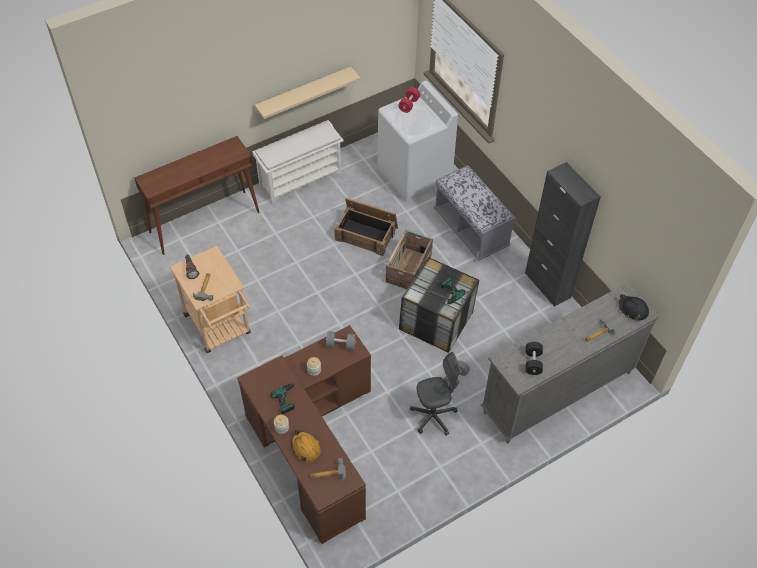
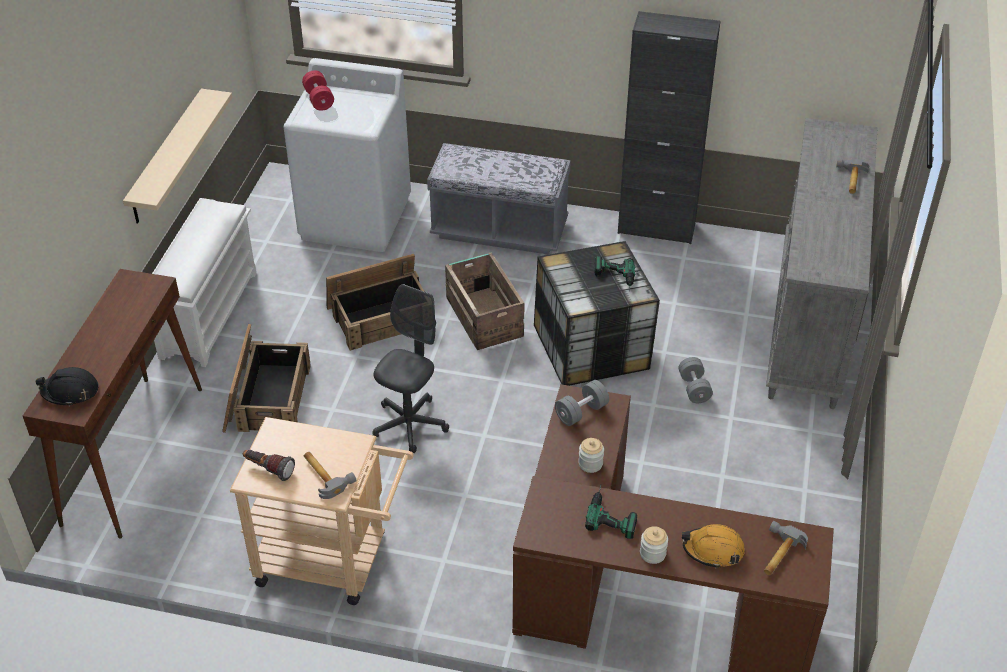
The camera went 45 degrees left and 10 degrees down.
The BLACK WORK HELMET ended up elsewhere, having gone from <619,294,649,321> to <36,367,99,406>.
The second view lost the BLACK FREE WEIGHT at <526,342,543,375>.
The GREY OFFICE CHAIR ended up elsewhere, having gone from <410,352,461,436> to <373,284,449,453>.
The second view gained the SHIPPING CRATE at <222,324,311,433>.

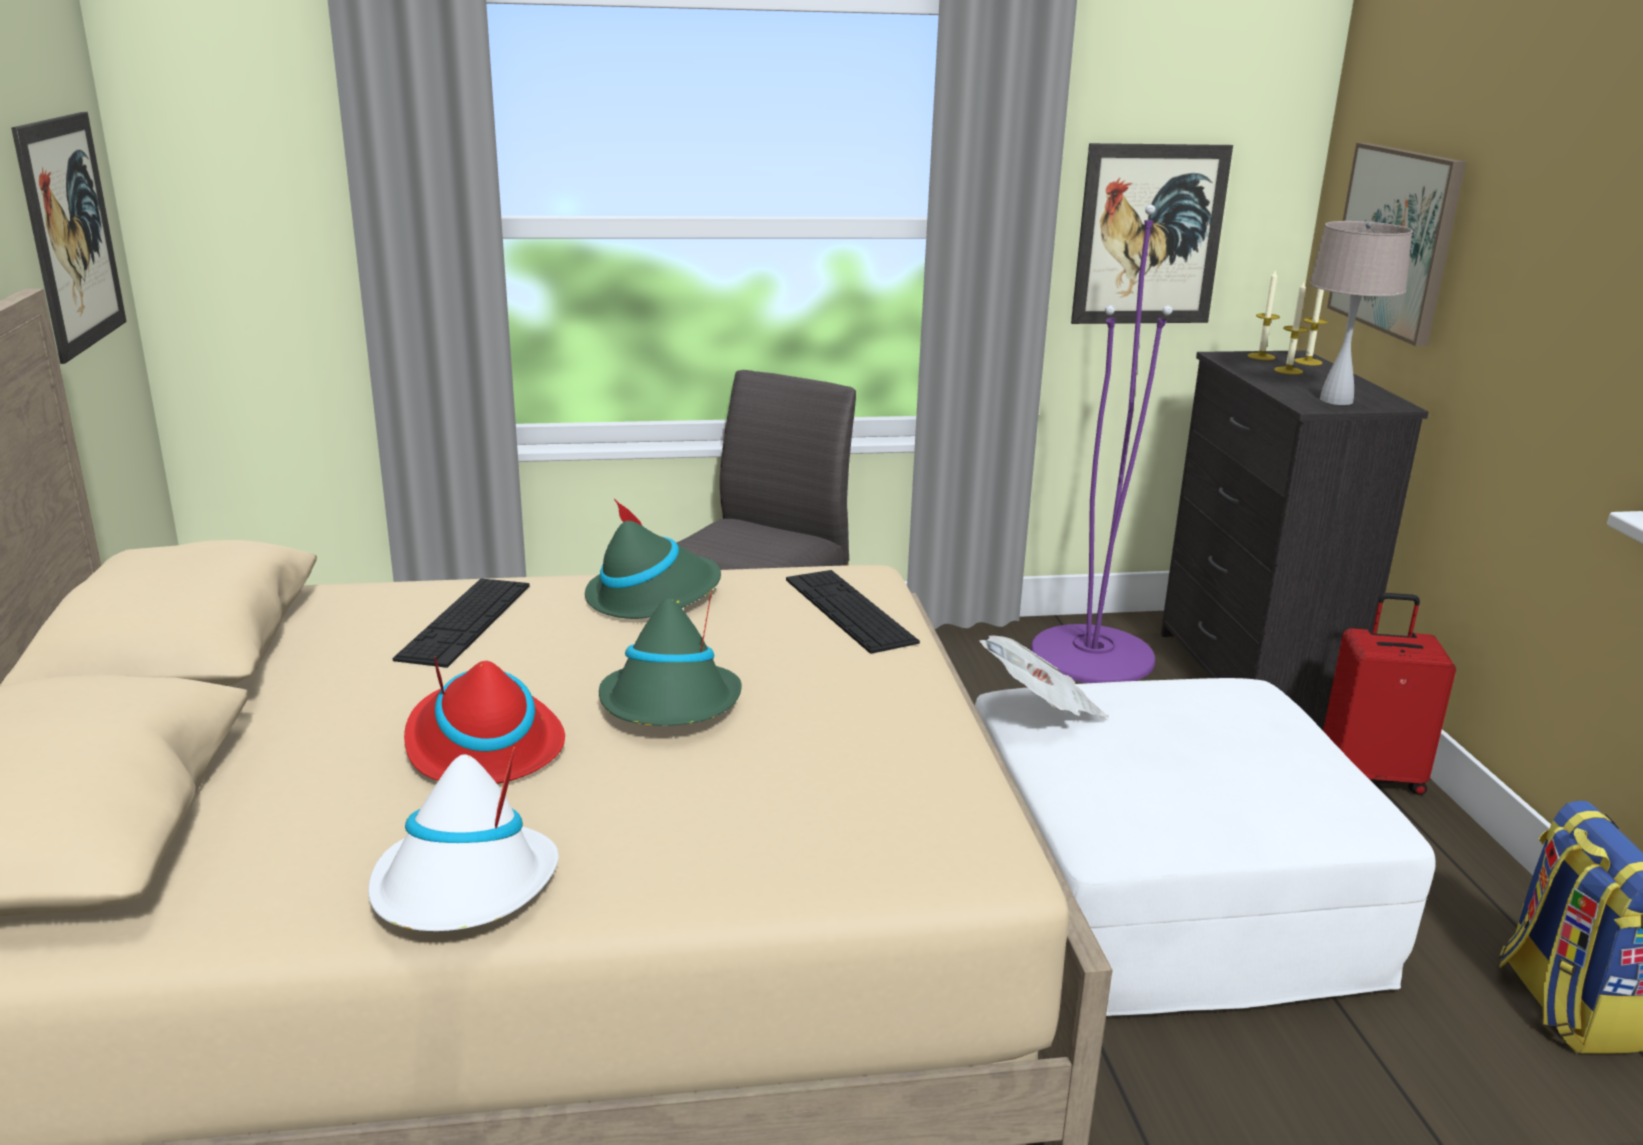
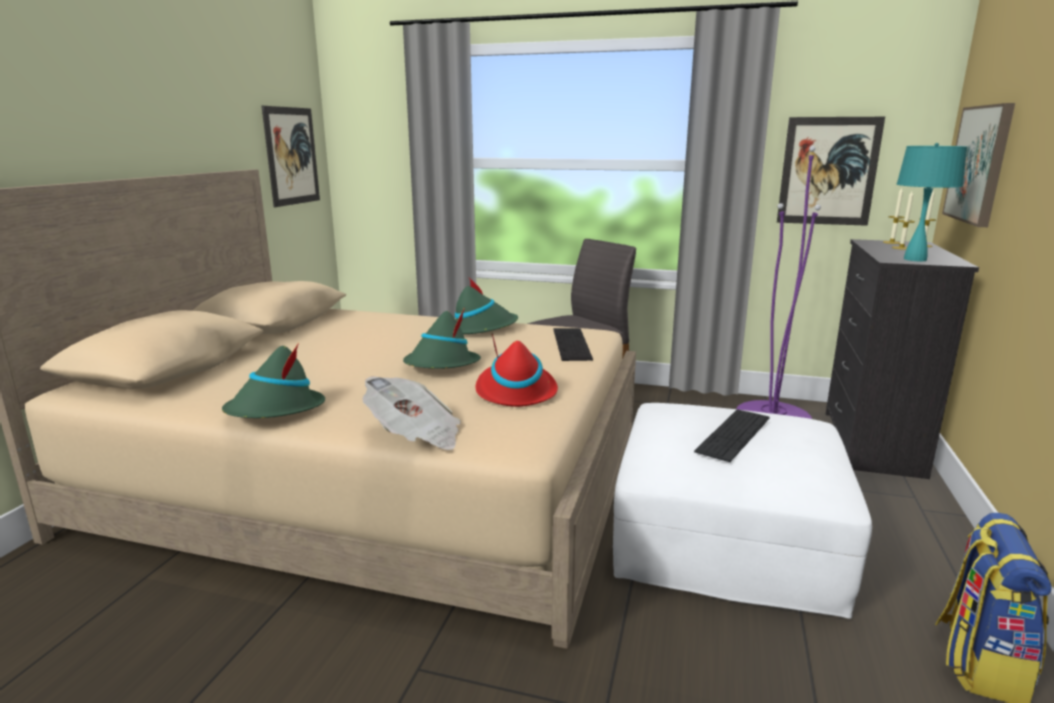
The camera went 25 degrees right and 5 degrees down.
What was the BEIGE TABLETOP LAMP at <1310,221,1413,405> turned into the BLUE-GREEN TABLETOP LAMP at <897,143,968,261>.
The KEYBOARD ended up elsewhere, having gone from <392,579,530,668> to <694,409,769,462>.
The second view lost the RED-COLOURED TRAVEL CASE at <1323,593,1456,795>.
The DAILY PAPER ended up elsewhere, having gone from <979,636,1109,718> to <362,376,461,450>.
The RED-COLOURED HAT ended up elsewhere, having gone from <404,656,565,784> to <476,334,558,407>.
What was the WHITE HAT at <368,747,559,931> turned into the GREEN HAT at <222,343,325,418>.

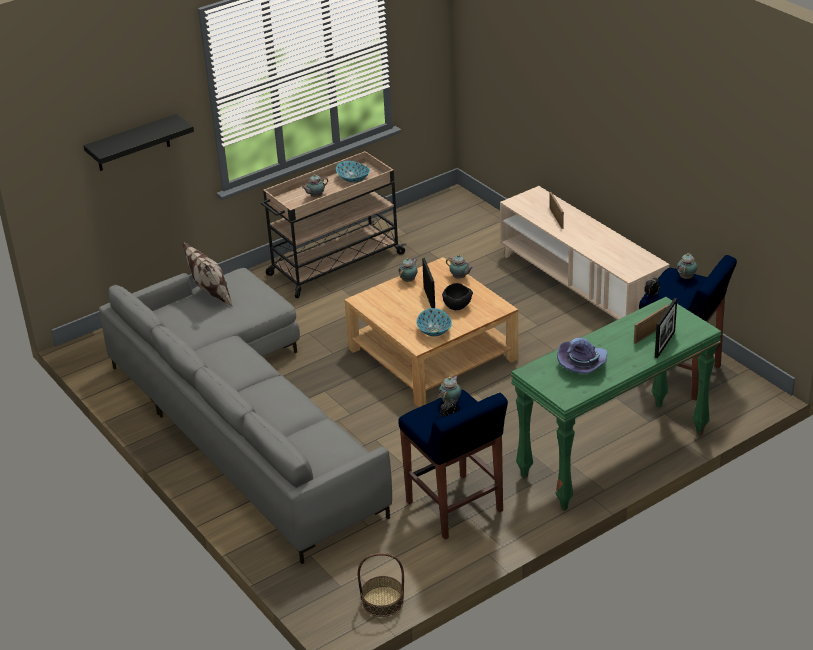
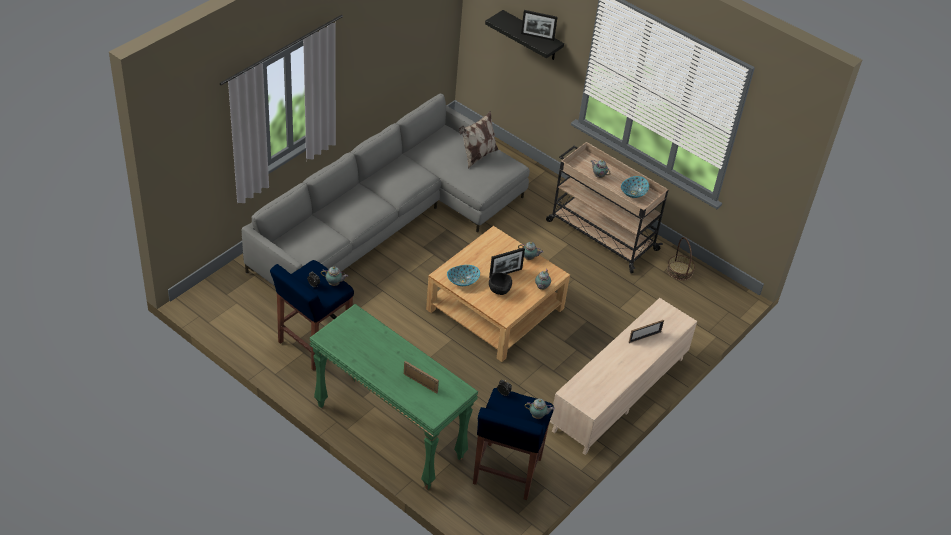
The camera went 70 degrees right and 10 degrees up.
The PICTURE FRAME ended up elsewhere, having gone from <655,298,677,358> to <521,10,558,41>.
The second view lost the PURPLE-COLOURED HAT at <557,338,607,374>.
The HOUSEHOLD BASKET ended up elsewhere, having gone from <357,553,404,617> to <667,237,695,281>.

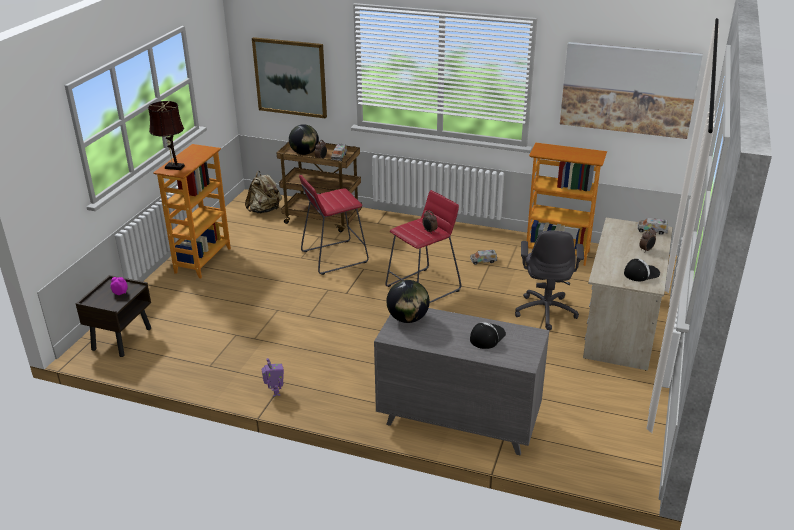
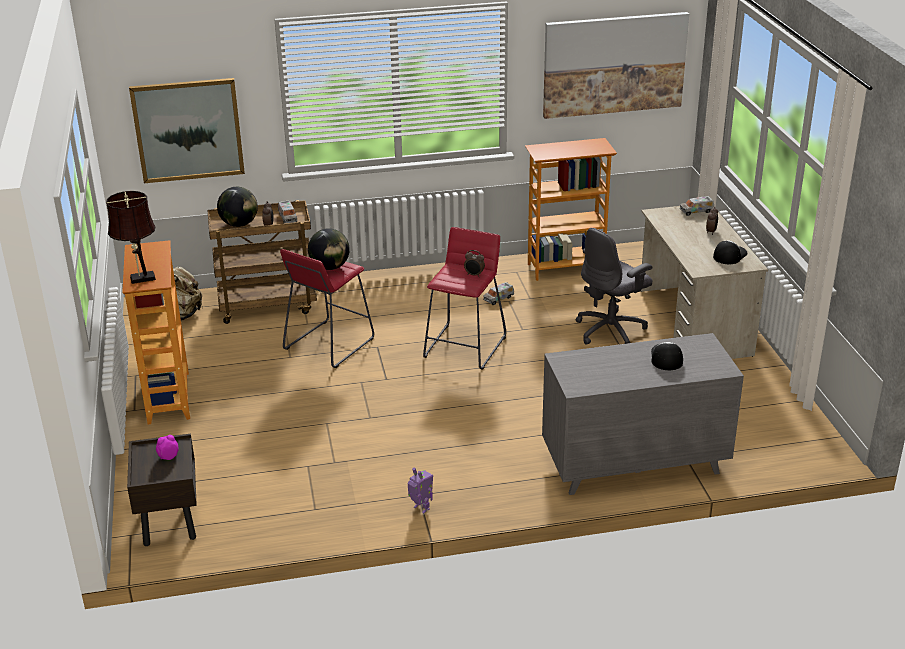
The camera went 30 degrees left and 0 degrees up.
The GREY OFFICE CHAIR at <515,231,584,331> ended up facing another way, 75 degrees clockwise from before.
The DESK GLOBE ended up elsewhere, having gone from <386,280,430,323> to <308,228,350,270>.

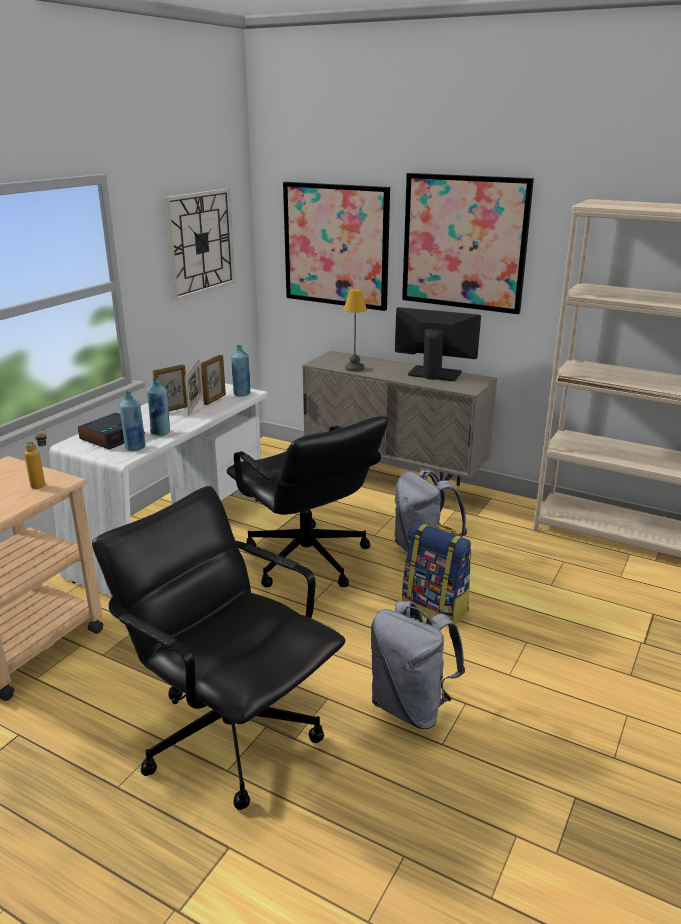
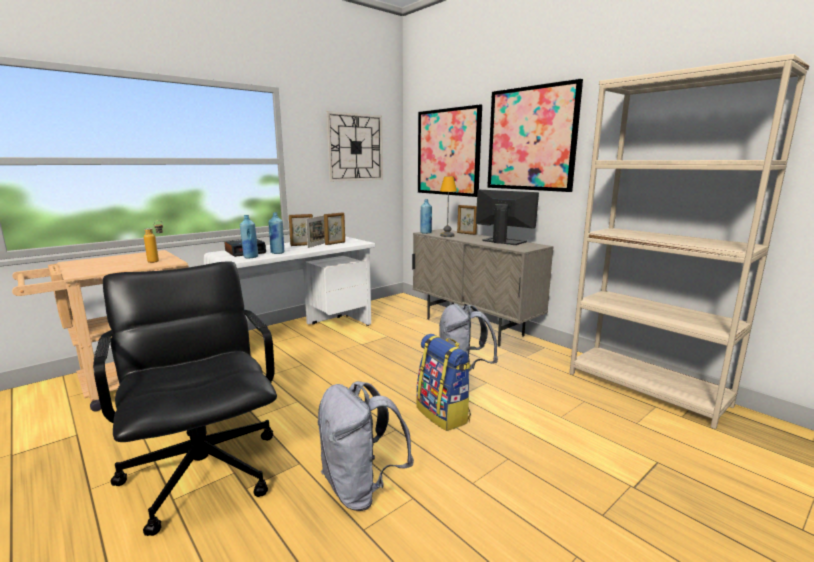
The camera went 20 degrees right and 10 degrees down.
The BLUE DRINK BOTTLE ended up elsewhere, having gone from <231,345,251,397> to <420,199,432,234>.
The second view lost the BLACK OFFICE CHAIR at <227,416,389,587>.
The second view gained the PICTURE FRAME at <457,205,477,235>.

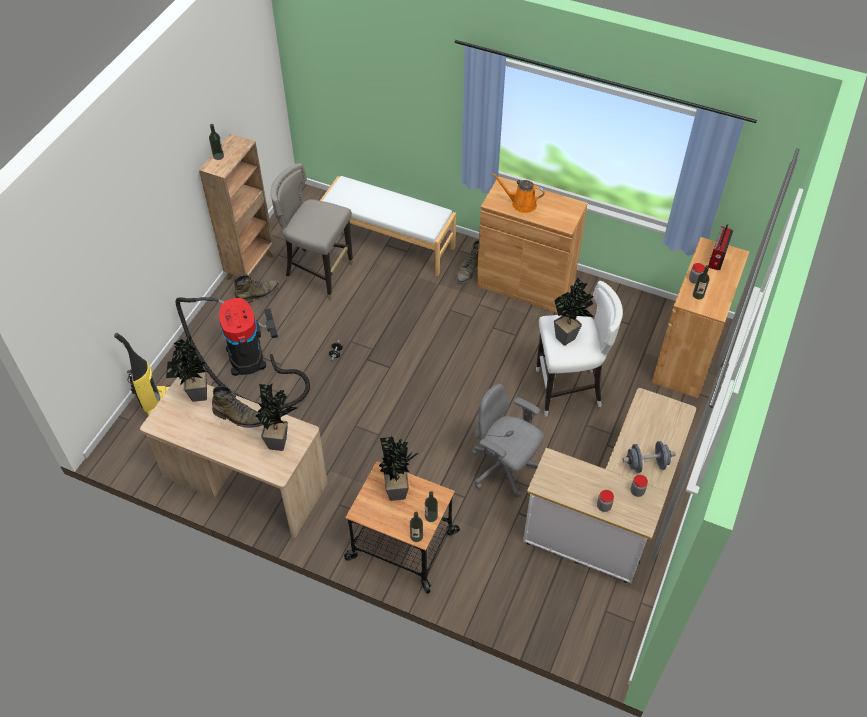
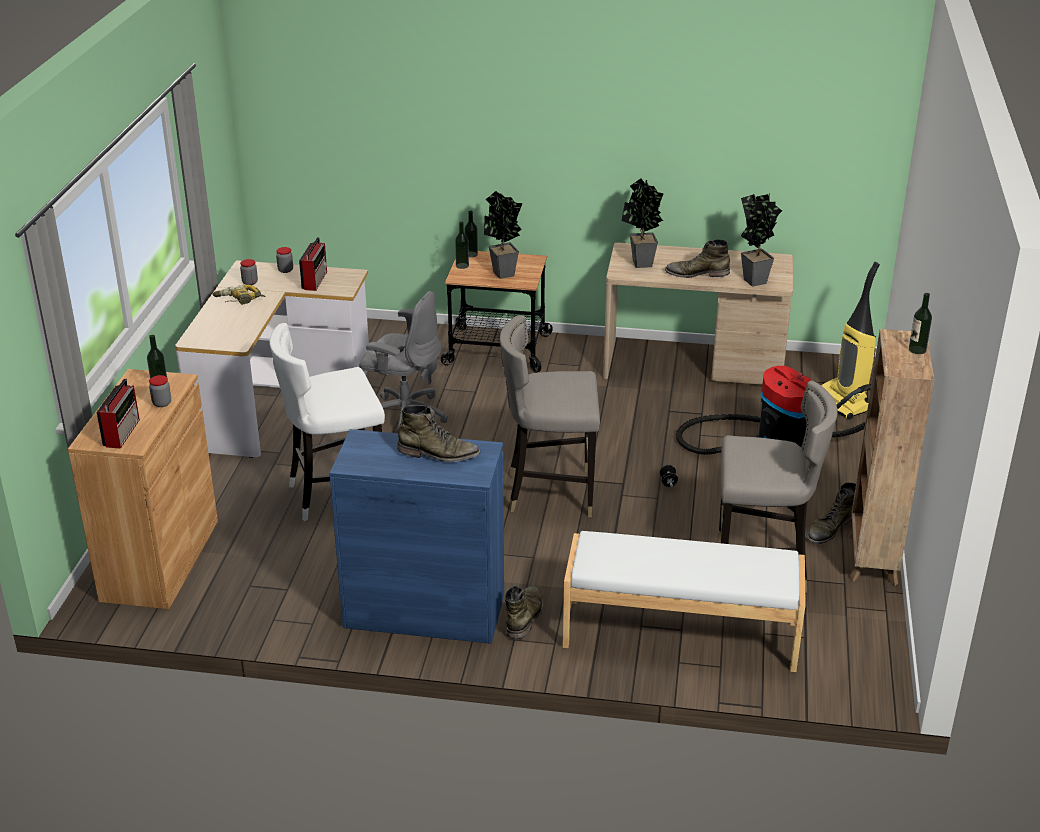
The camera went 165 degrees right and 20 degrees down.
Where the ORANGE WATERING CAN stood at <492,173,545,213>, the GREEN BOOT came to stand at <397,405,480,462>.
What was the BROWN-COLOURED CUPBOARD at <477,176,588,313> turned into the BLUE CUPBOARD at <329,429,504,644>.
The second view lost the PLANT IN A POT at <554,278,594,345>.
Where the GREY FREE WEIGHT stood at <623,441,675,473>, the DRILL came to stand at <213,285,266,305>.
The second view gained the RADIO RECEIVER at <299,237,327,291>.
The second view gained the GREY STOOL SEAT at <500,315,600,517>.

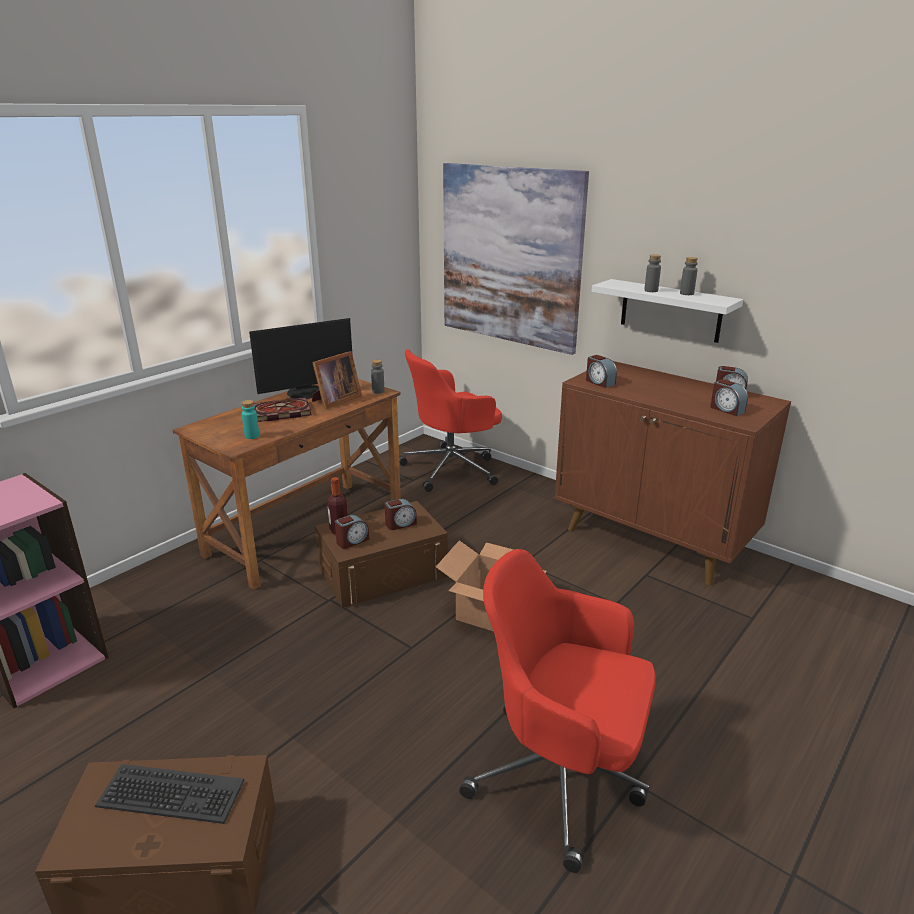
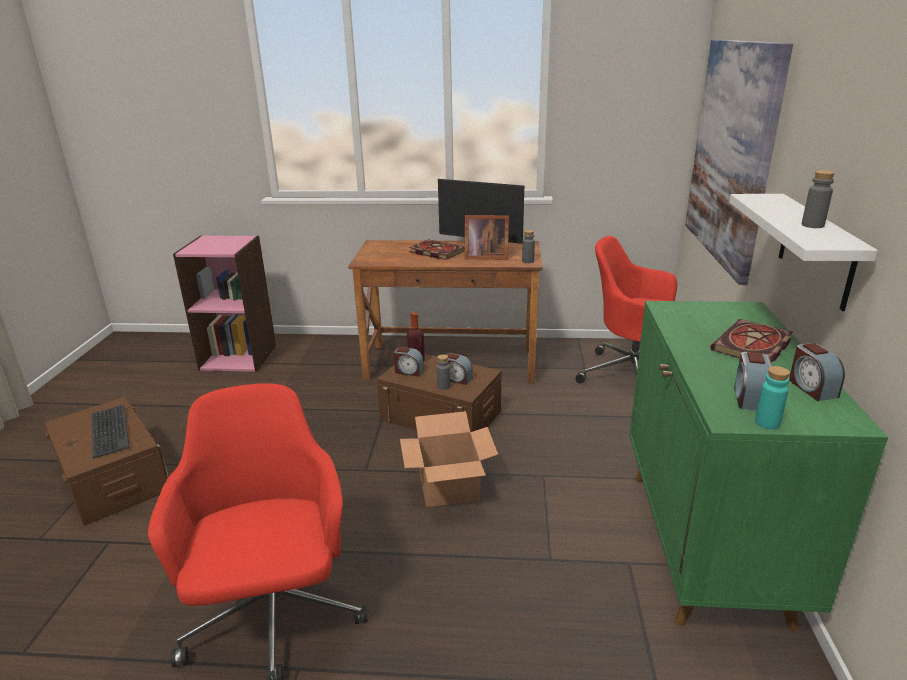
The camera went 55 degrees right and 0 degrees up.
The GREY DRINK BOTTLE ended up elsewhere, having gone from <644,254,661,292> to <436,354,450,390>.
The second view lost the TABLE CLOCK at <586,355,617,388>.
What was the BROWN-COLOURED CUPBOARD at <555,361,791,585> turned into the GREEN CUPBOARD at <629,301,888,631>.
The BLUE-GREEN DRINK BOTTLE ended up elsewhere, having gone from <242,400,259,439> to <755,366,790,429>.
The second view gained the VOLUME at <710,319,793,363>.

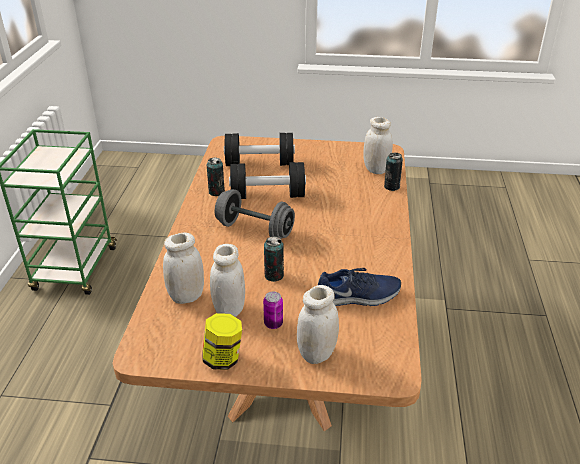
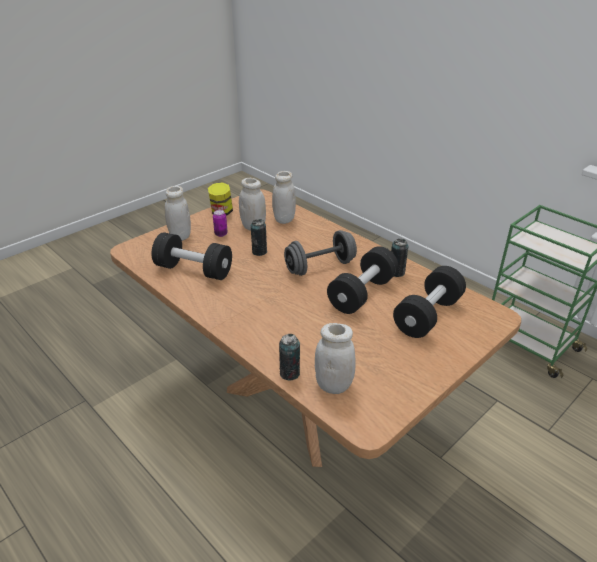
The camera went 130 degrees right and 0 degrees up.
Where the BLUE ITEM OF FOOTWEAR stood at <318,268,401,306>, the BLACK FREE WEIGHT came to stand at <152,232,232,280>.

